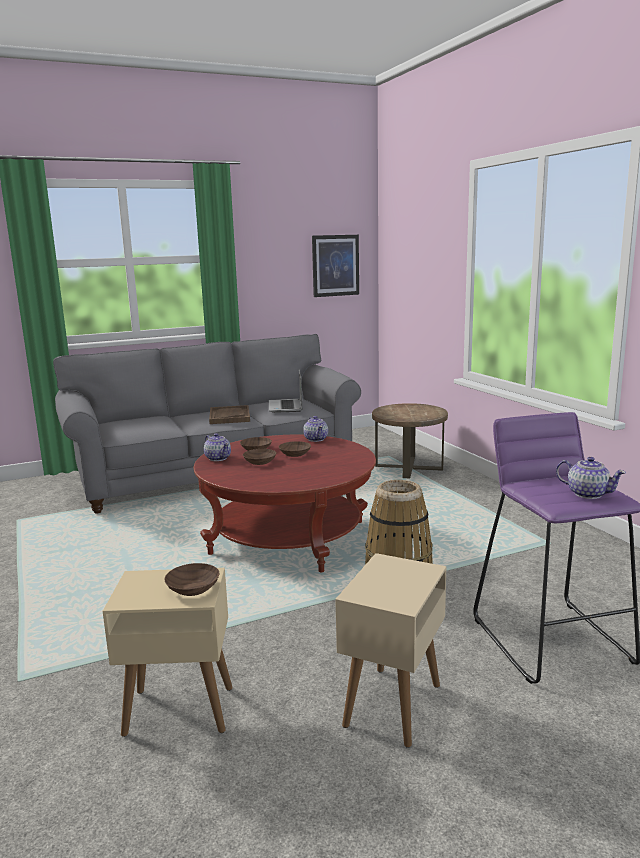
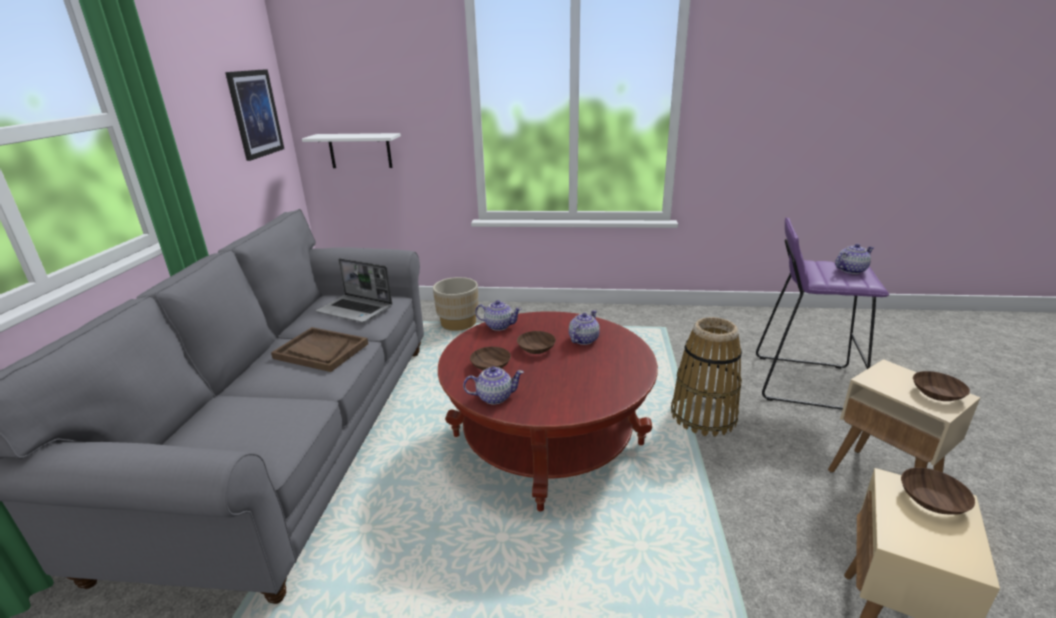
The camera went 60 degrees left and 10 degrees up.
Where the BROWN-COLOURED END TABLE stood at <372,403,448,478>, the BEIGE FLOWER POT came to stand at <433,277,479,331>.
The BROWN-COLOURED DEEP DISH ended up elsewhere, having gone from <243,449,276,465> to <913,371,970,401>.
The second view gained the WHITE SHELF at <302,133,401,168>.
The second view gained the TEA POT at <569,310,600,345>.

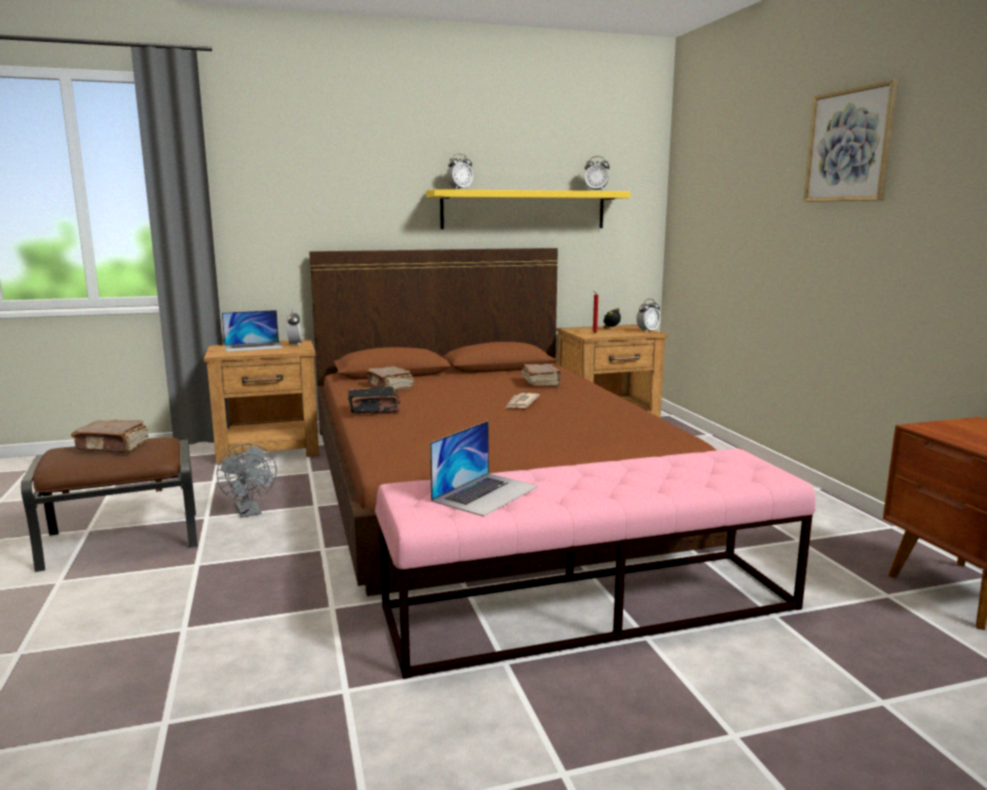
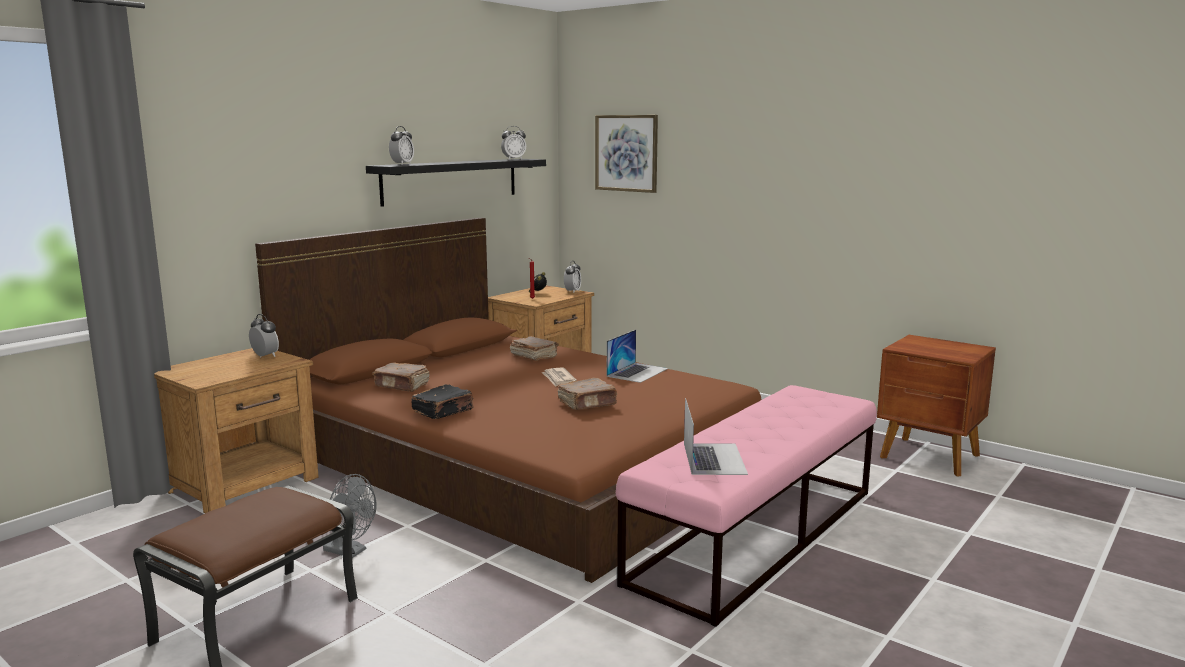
The camera went 35 degrees left and 0 degrees up.
The WALL ART ended up elsewhere, having gone from <804,80,898,202> to <595,115,658,193>.
What was the YELLOW-COLOURED SHELF at <426,189,630,229> turned into the BLACK SHELF at <366,159,546,207>.
The PORTABLE COMPUTER ended up elsewhere, having gone from <222,310,283,352> to <607,330,668,383>.
The BROWN-COLOURED VOLUME ended up elsewhere, having gone from <71,420,148,453> to <558,378,617,410>.

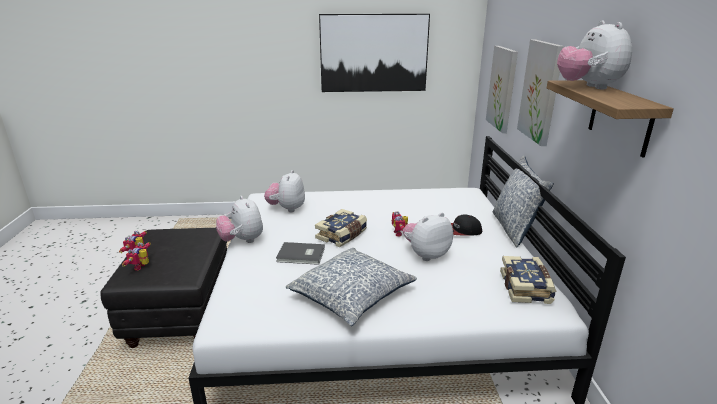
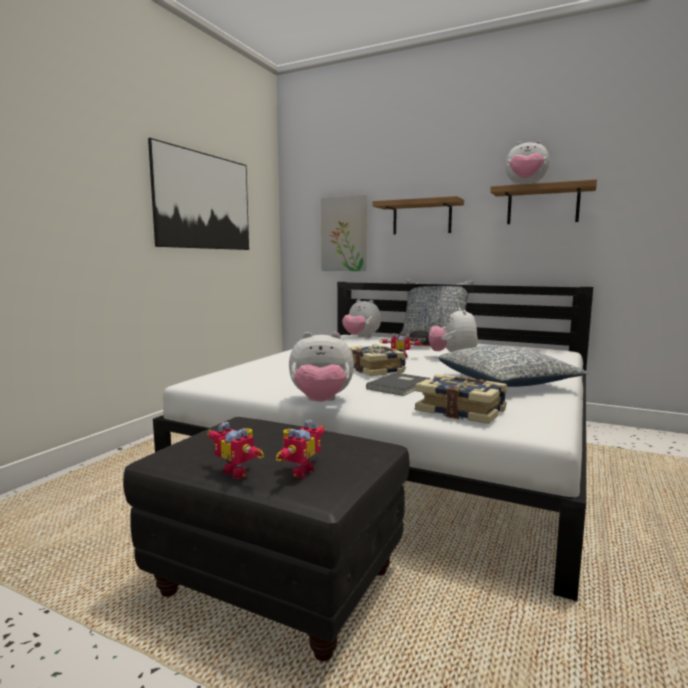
The camera went 60 degrees left and 15 degrees down.
Where the WALL ART hung at <517,39,564,146>, the SHELF came to hang at <372,196,464,234>.
The PLUSH TOY ended up elsewhere, having gone from <264,170,305,212> to <342,299,381,338>.
The TOY ROBOT at <122,242,151,271> ended up facing another way, 105 degrees counterclockwise from before.
The VOLUME ended up elsewhere, having gone from <500,256,557,304> to <415,374,508,424>.

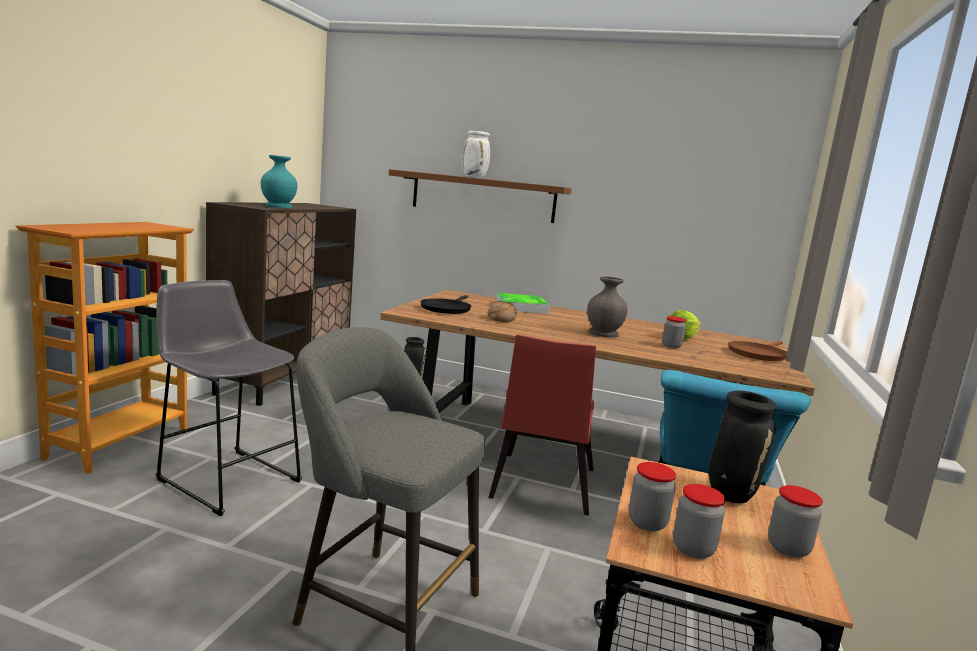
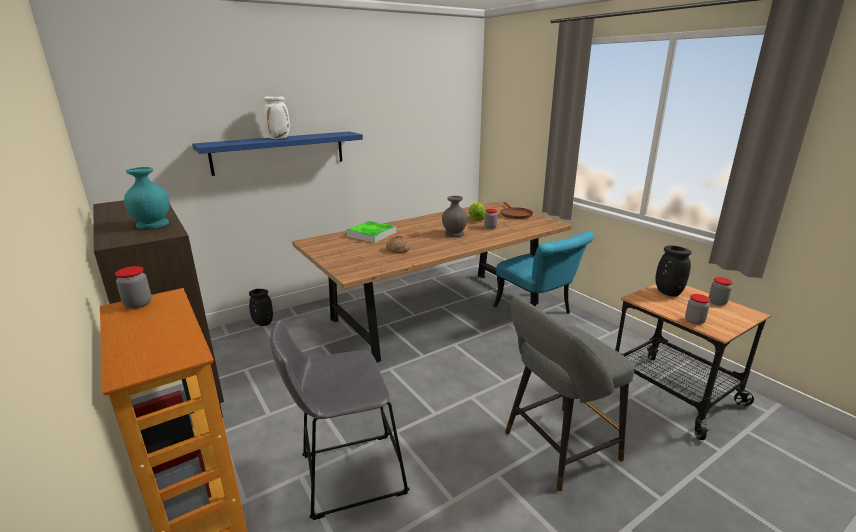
The camera went 50 degrees left and 10 degrees up.
What was the BROWN-COLOURED SHELF at <389,169,572,223> turned into the BLUE SHELF at <192,131,363,176>.
The second view lost the BLACK FRYING PAN at <420,295,471,314>.
The second view lost the RED-COLOURED UPRIGHT CHAIR at <488,334,596,516>.
The PRESERVE JAR ended up elsewhere, having gone from <673,484,726,559> to <115,266,151,309>.

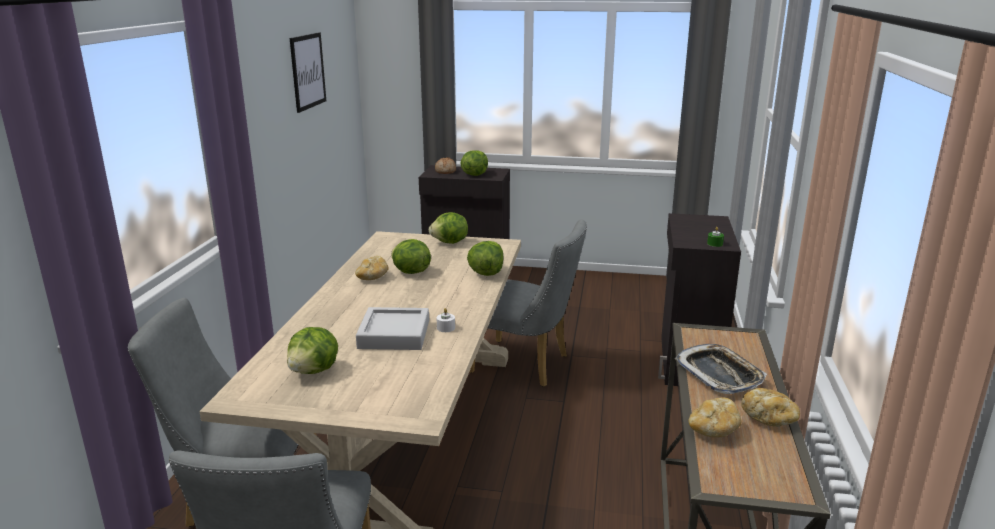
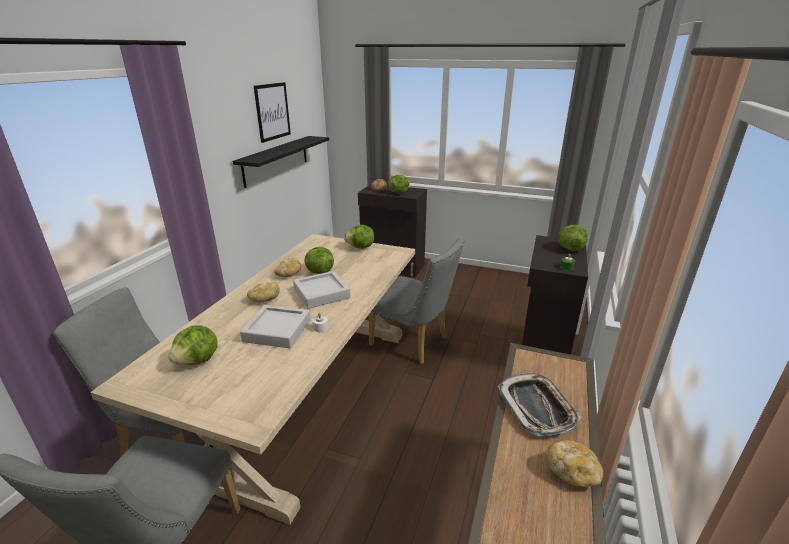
The camera went 10 degrees right and 5 degrees up.
The LETTUCE HEAD ended up elsewhere, having gone from <467,241,504,276> to <558,225,588,251>.
The BAKERY BREAD ended up elsewhere, having gone from <688,397,741,437> to <247,282,280,303>.
The second view gained the BLACK SHELF at <233,136,329,188>.
The second view gained the GREY TRAY at <293,271,351,309>.

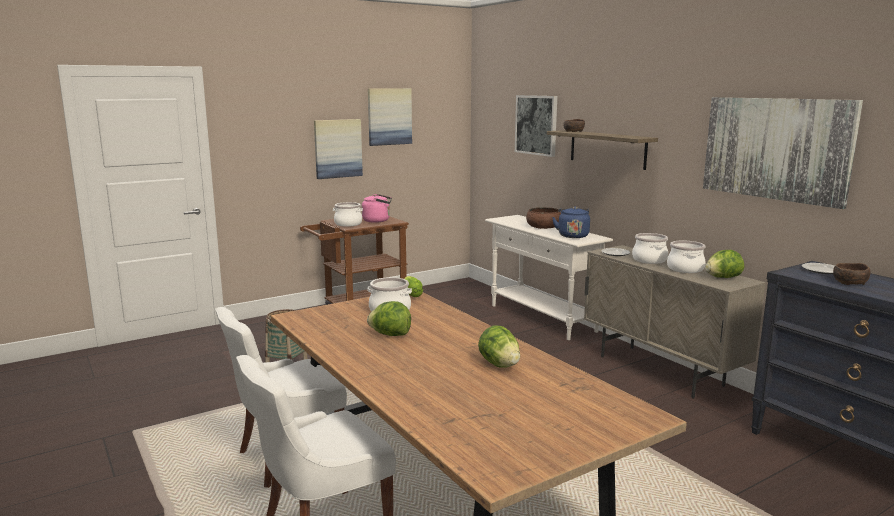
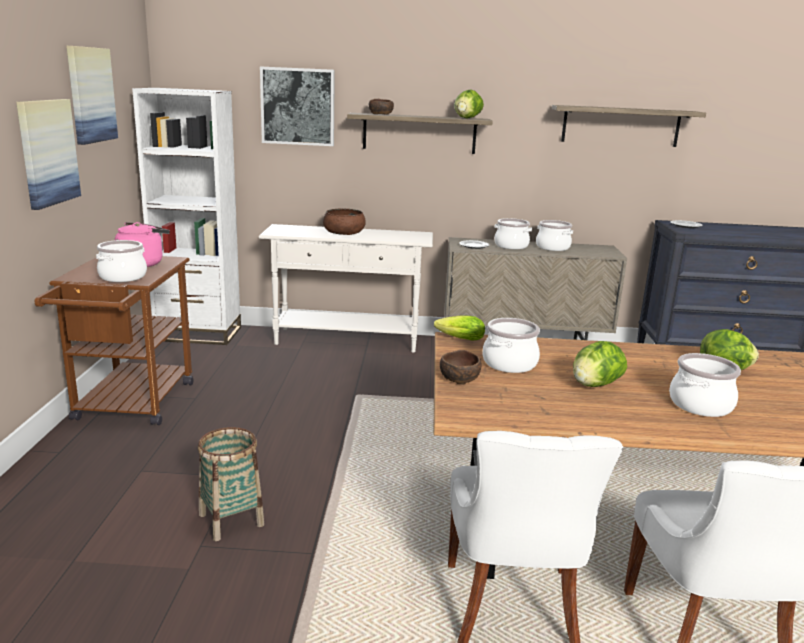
The camera went 55 degrees left and 5 degrees up.
Where the WALL ART hung at <703,97,863,209>, the SHELF came to hang at <552,105,706,147>.
The second view lost the BLUE WATER KETTLE at <552,207,590,238>.
The LETTUCE HEAD ended up elsewhere, having gone from <705,250,744,278> to <454,90,484,118>.
The BROWN-COLOURED DEEP DISH ended up elsewhere, having gone from <833,263,871,285> to <440,350,481,384>.
The second view gained the WHITE SHELVING UNIT at <132,88,241,345>.
The second view gained the SAUCEPOT at <669,353,741,417>.

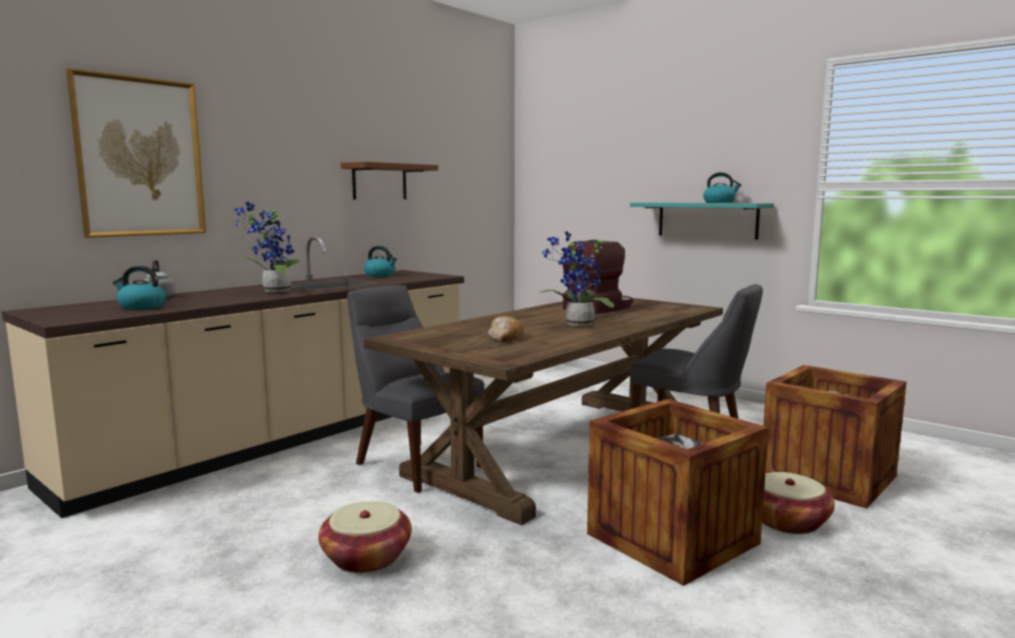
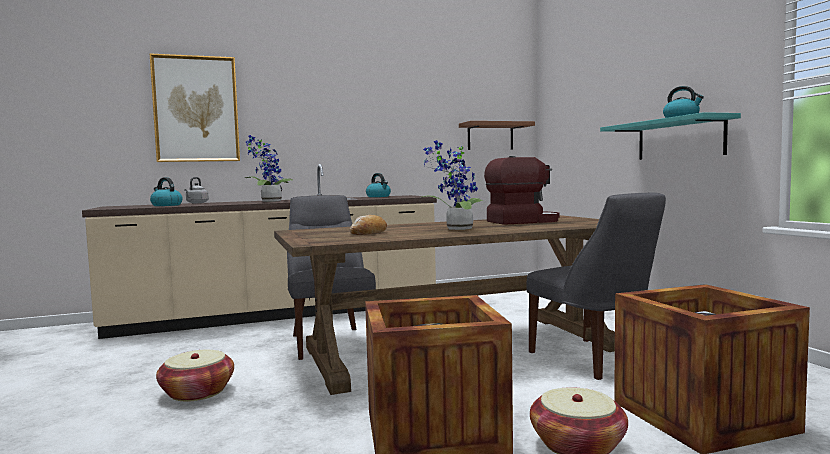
The camera went 30 degrees right and 5 degrees down.
The BROWN-COLOURED SHELF ended up elsewhere, having gone from <341,162,438,199> to <459,121,535,150>.

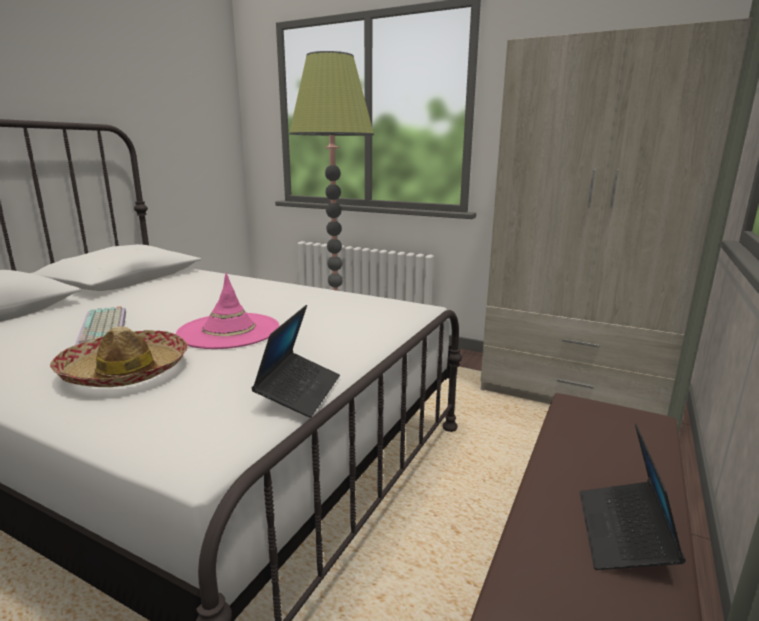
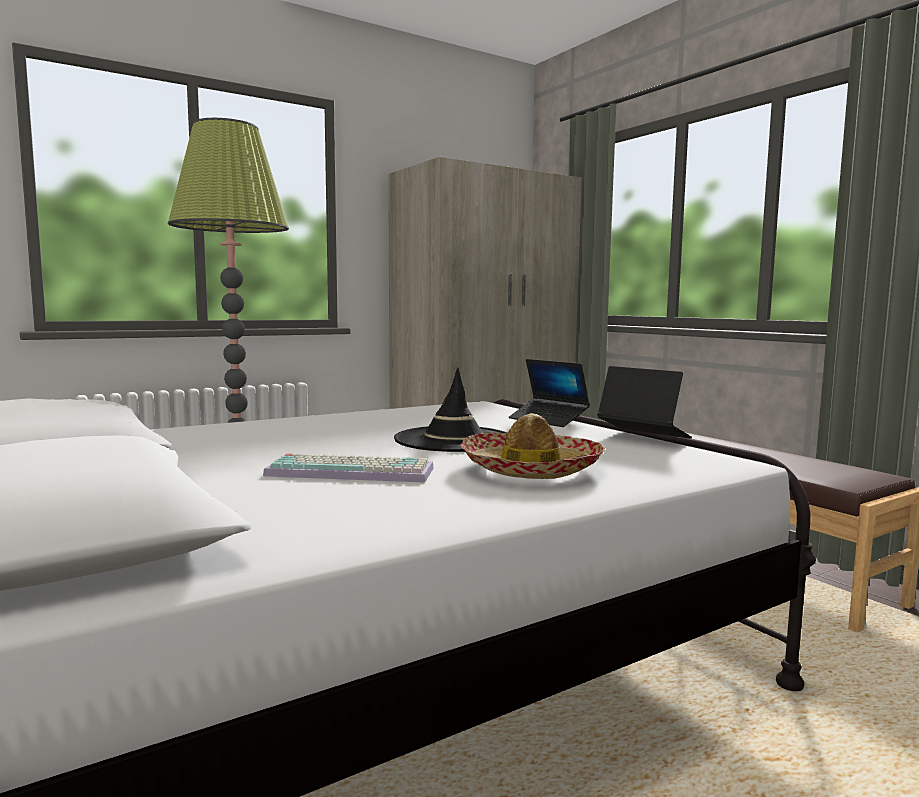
The camera went 60 degrees left and 10 degrees down.
What was the PINK HAT at <176,273,279,349> turned into the BLACK HAT at <394,367,508,452>.
The PORTABLE COMPUTER ended up elsewhere, having gone from <580,423,686,570> to <509,359,590,427>.

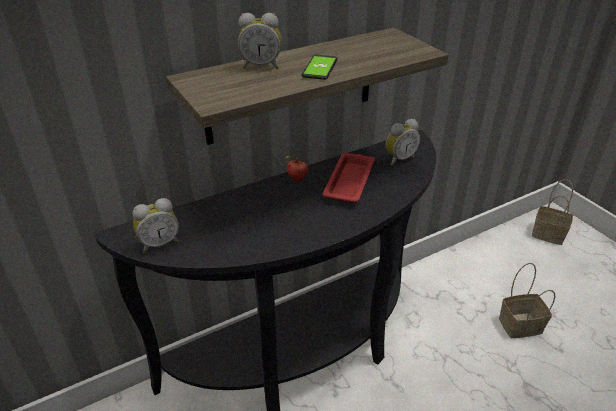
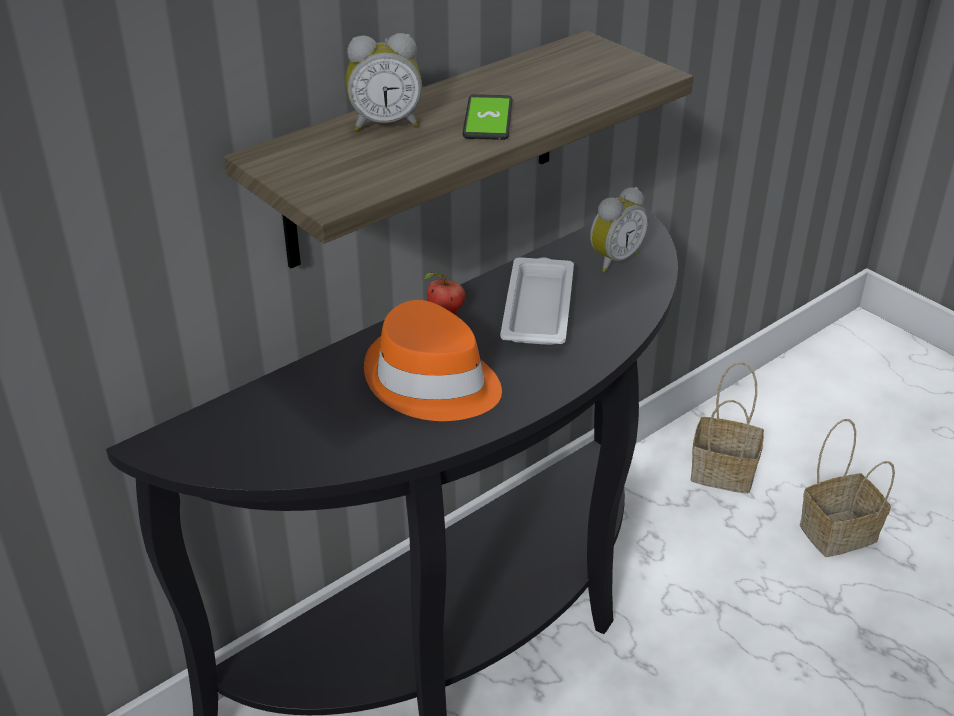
The camera went 10 degrees left and 0 degrees up.
What was the RED-COLOURED TRAY at <322,153,375,203> turned into the WHITE TRAY at <500,257,574,345>.
The HOUSEHOLD BASKET ended up elsewhere, having gone from <532,179,573,245> to <691,362,764,494>.
The second view lost the TABLE CLOCK at <132,198,179,253>.
The second view gained the ORANGE HAT at <364,300,502,421>.

